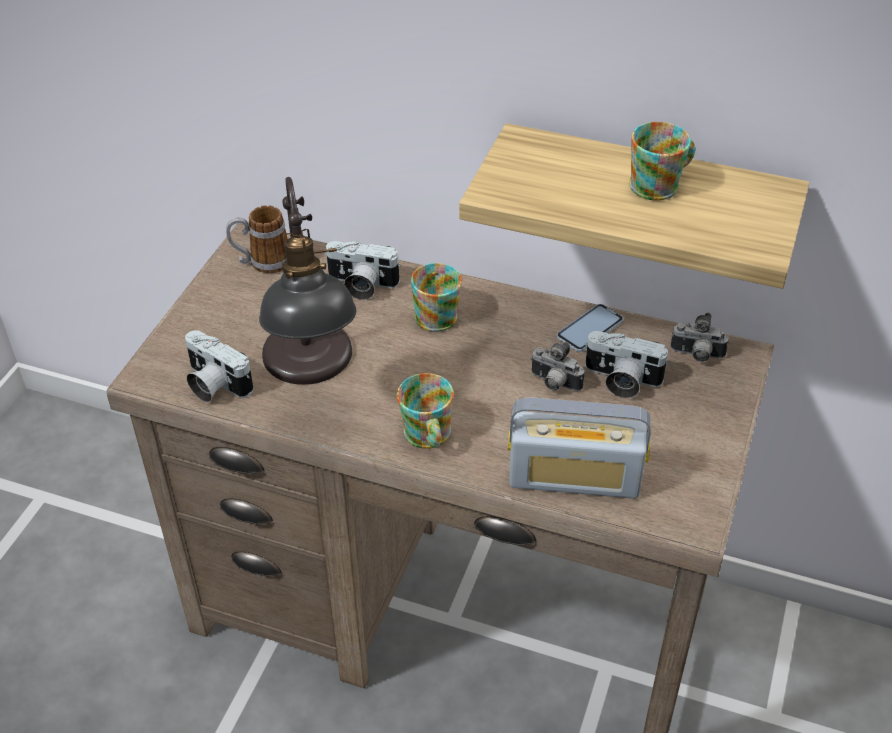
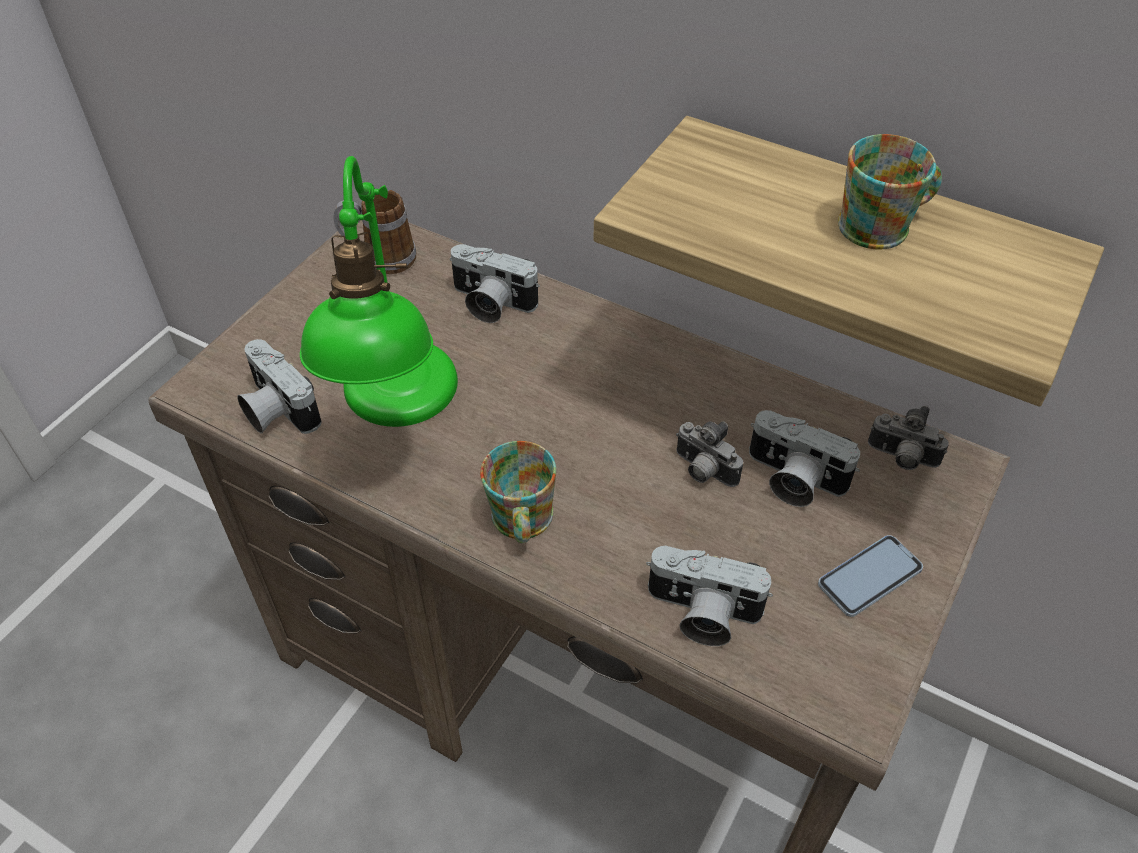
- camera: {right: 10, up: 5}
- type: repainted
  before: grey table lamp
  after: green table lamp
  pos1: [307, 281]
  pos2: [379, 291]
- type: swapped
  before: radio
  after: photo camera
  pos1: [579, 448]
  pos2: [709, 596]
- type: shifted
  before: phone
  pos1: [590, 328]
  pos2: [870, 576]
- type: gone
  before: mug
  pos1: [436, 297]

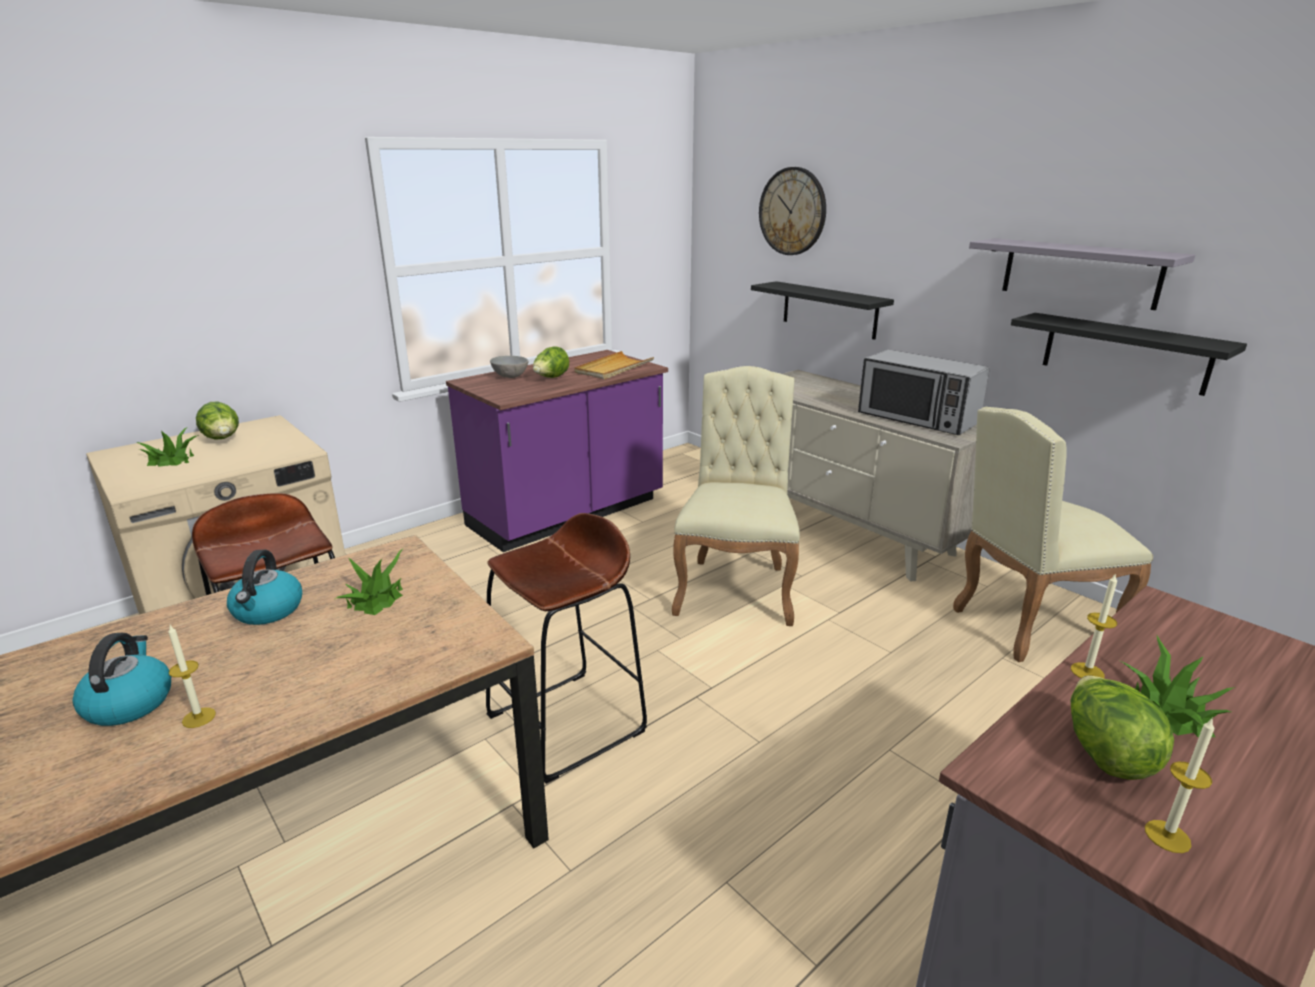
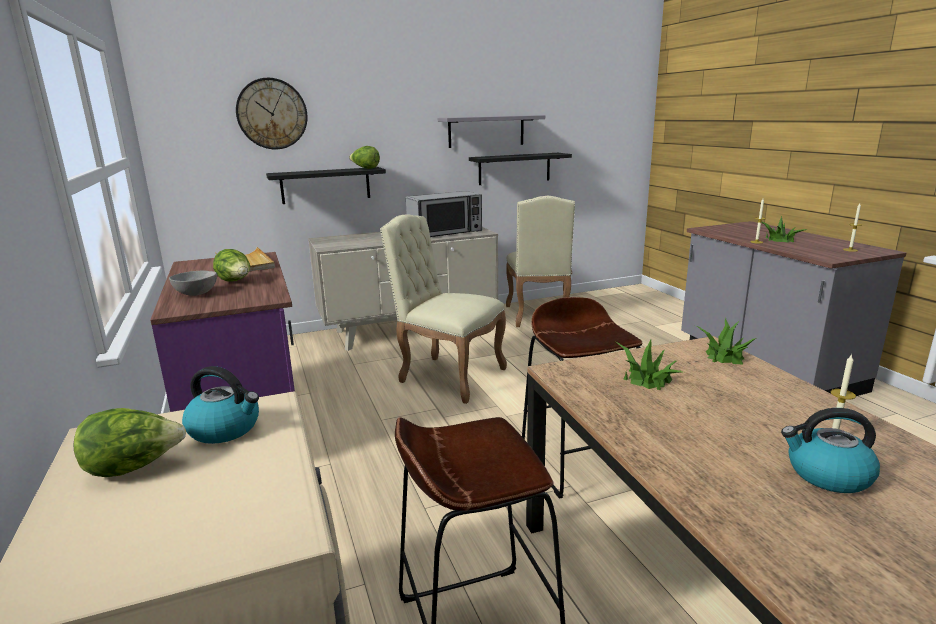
- camera: {right: -70, up: -5}
- type: shifted
  before: kettle
  pos1: [264, 587]
  pos2: [220, 405]
- type: shifted
  before: lettuce
  pos1: [1122, 728]
  pos2: [364, 157]
- type: shifted
  before: potted plant
  pos1: [167, 447]
  pos2: [726, 341]

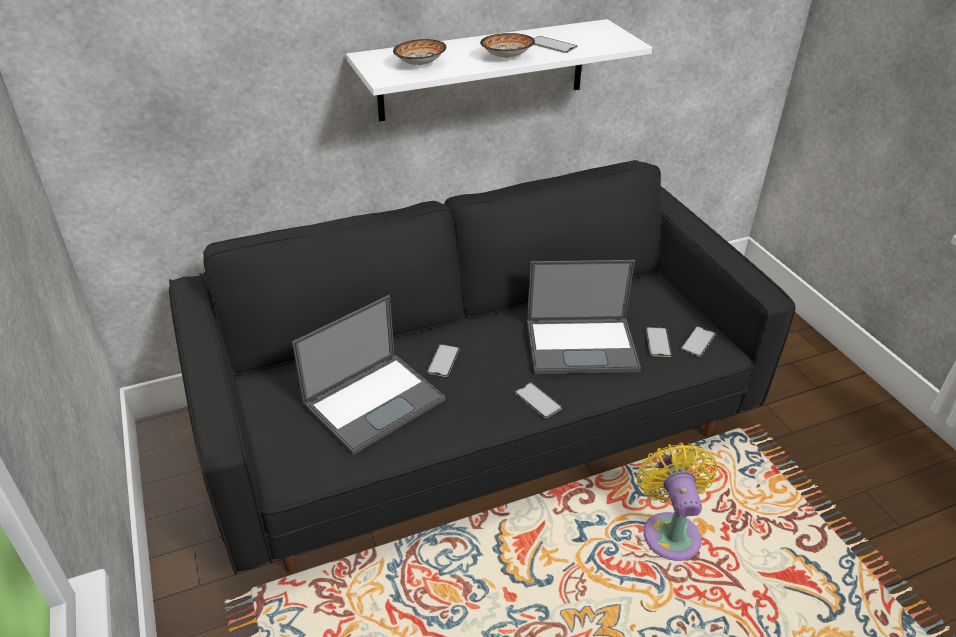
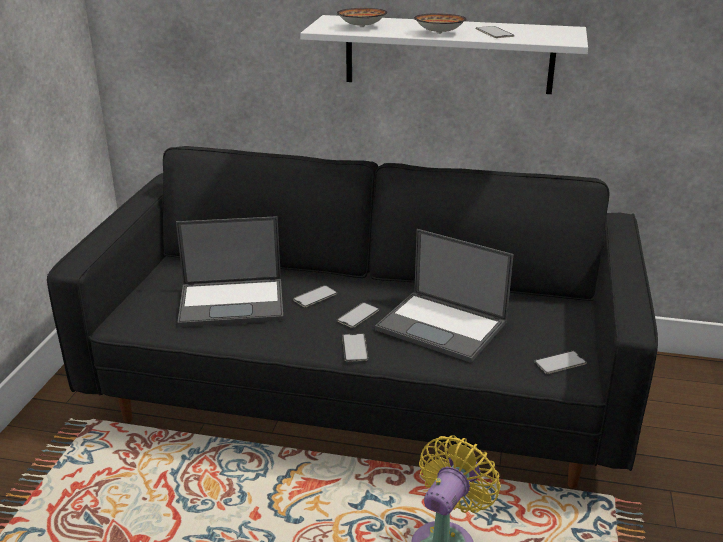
- camera: {right: 35, up: -10}
- type: shifted
  before: phone
  pos1: [659, 342]
  pos2: [358, 315]

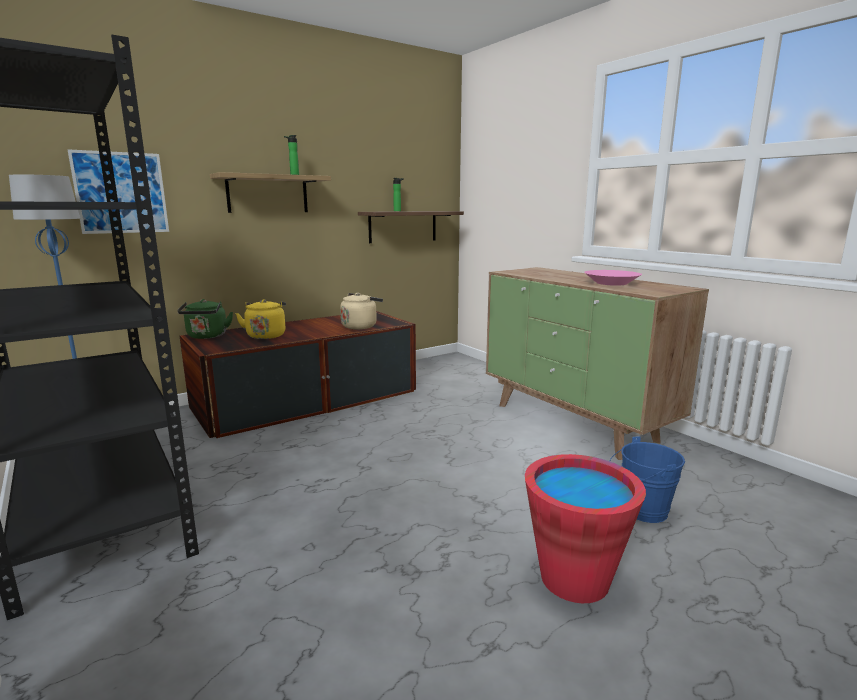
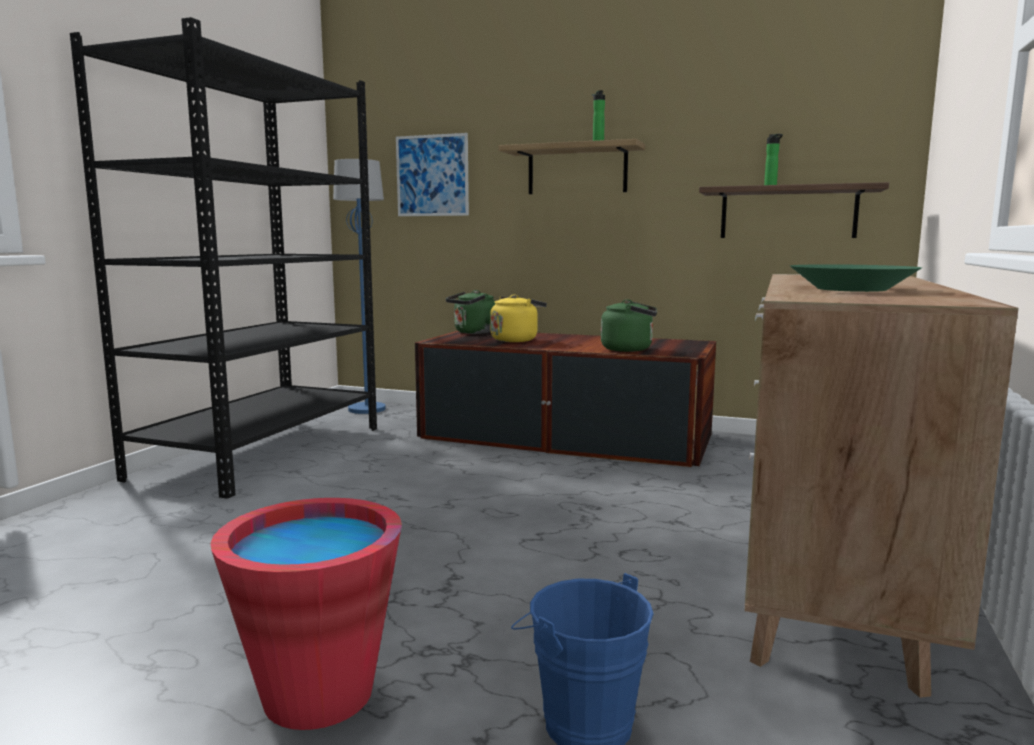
- camera: {right: 55, up: -5}
- type: repainted
  before: beige kettle
  after: green kettle
  pos1: [361, 311]
  pos2: [629, 325]
- type: repainted
  before: pink bowl
  after: green bowl
  pos1: [613, 278]
  pos2: [856, 278]

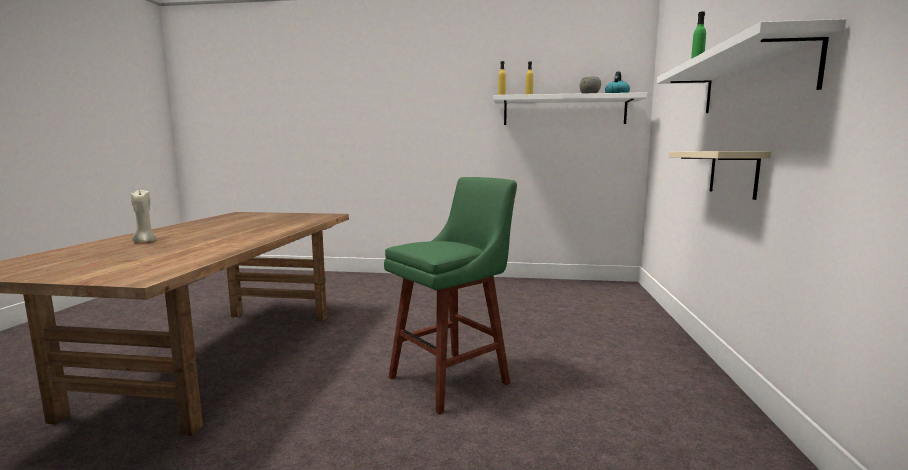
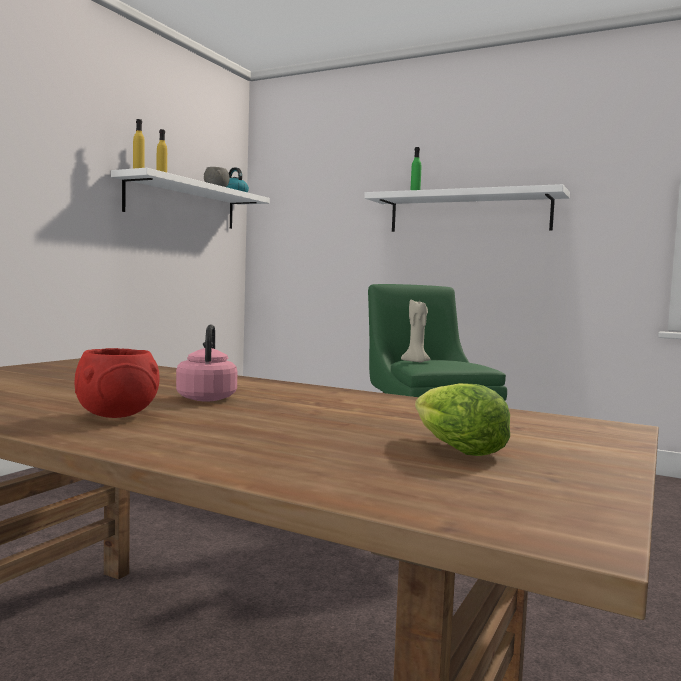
- camera: {right: -70, up: -5}
- type: new
  after: red bowl
  pos2: [117, 383]
- type: new
  after: pink kettle
  pos2: [206, 363]
- type: shifted
  before: beige candle
  pos1: [144, 215]
  pos2: [415, 331]
- type: new
  after: lettuce
  pos2: [462, 419]
- type: gone
  before: beige shelf
  pos1: [720, 175]

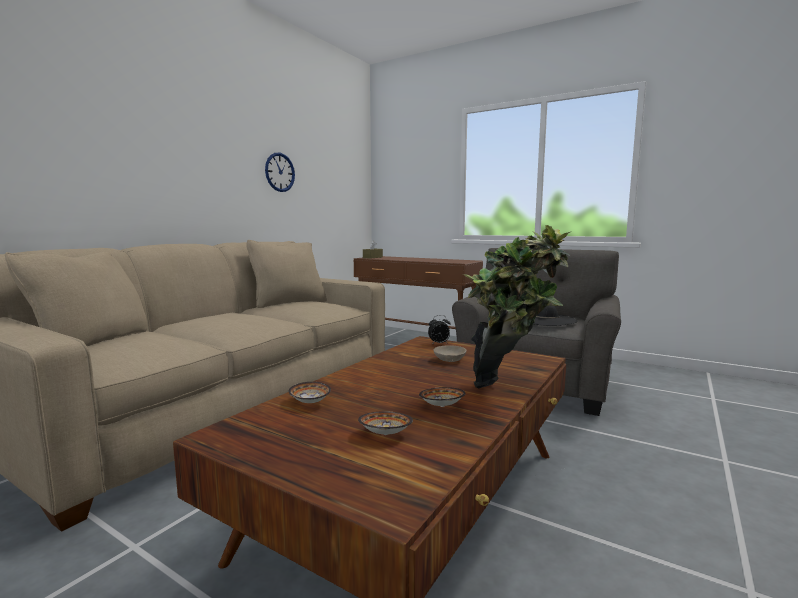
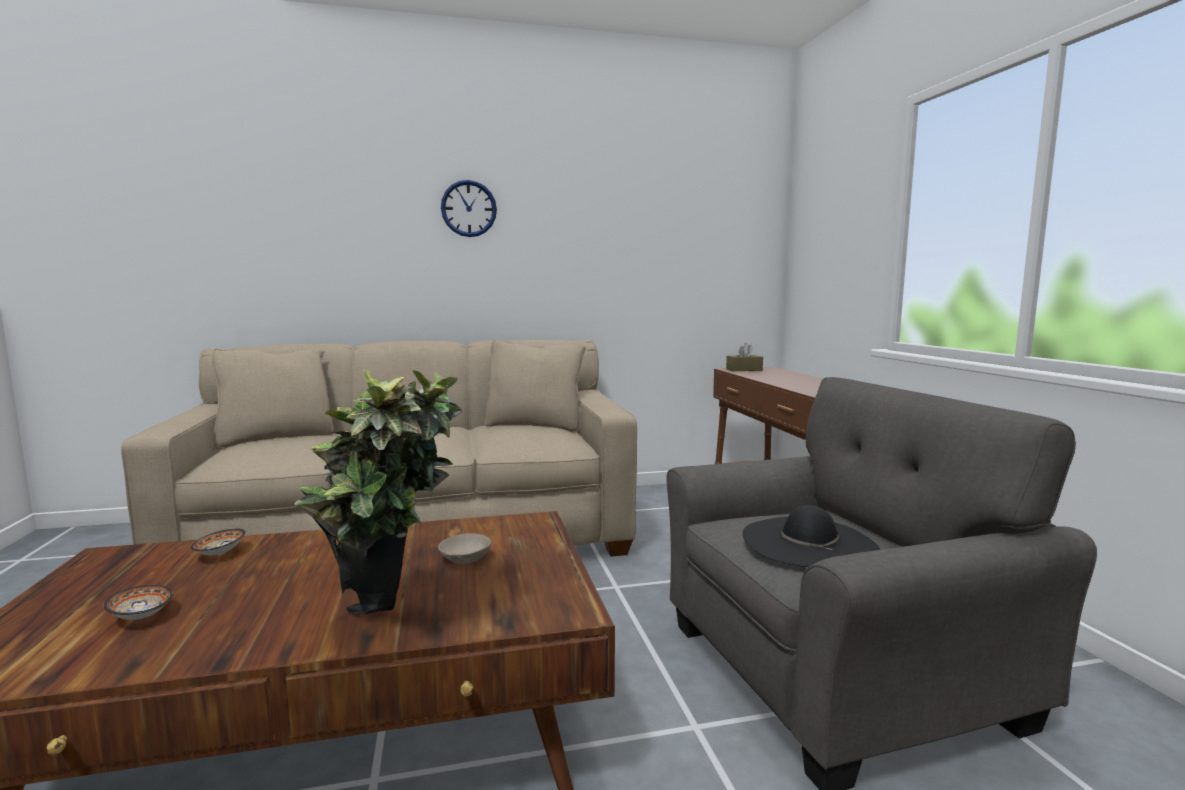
- camera: {right: 45, up: 0}
- type: shifted
  before: wall clock
  pos1: [280, 172]
  pos2: [469, 208]
- type: gone
  before: bowl
  pos1: [442, 397]
- type: gone
  before: alarm clock
  pos1: [439, 329]

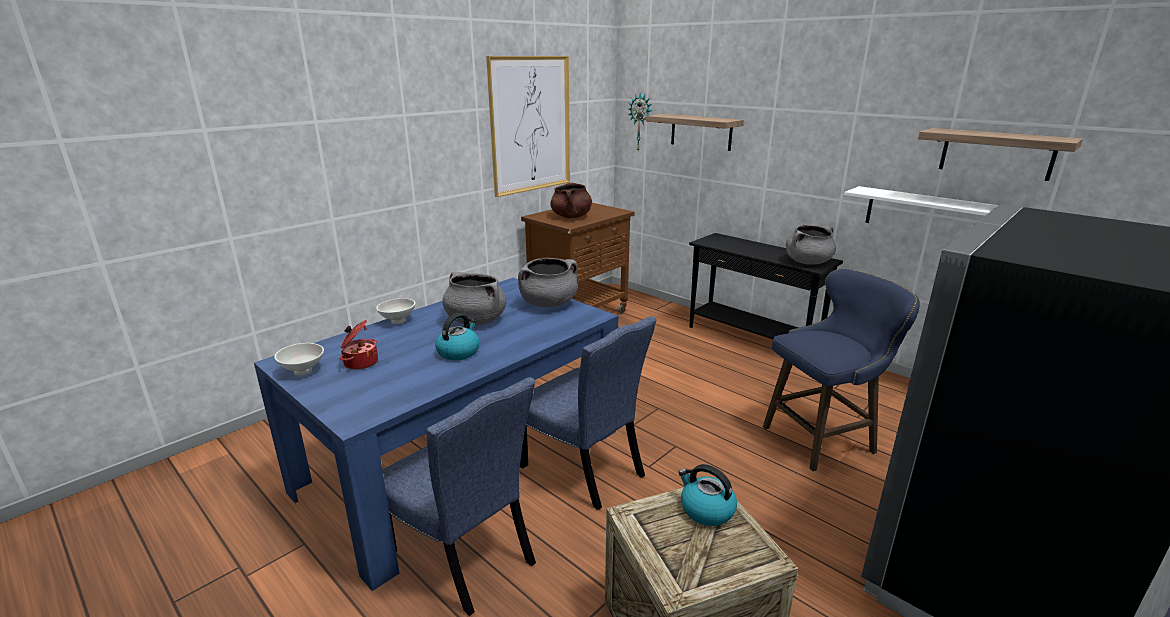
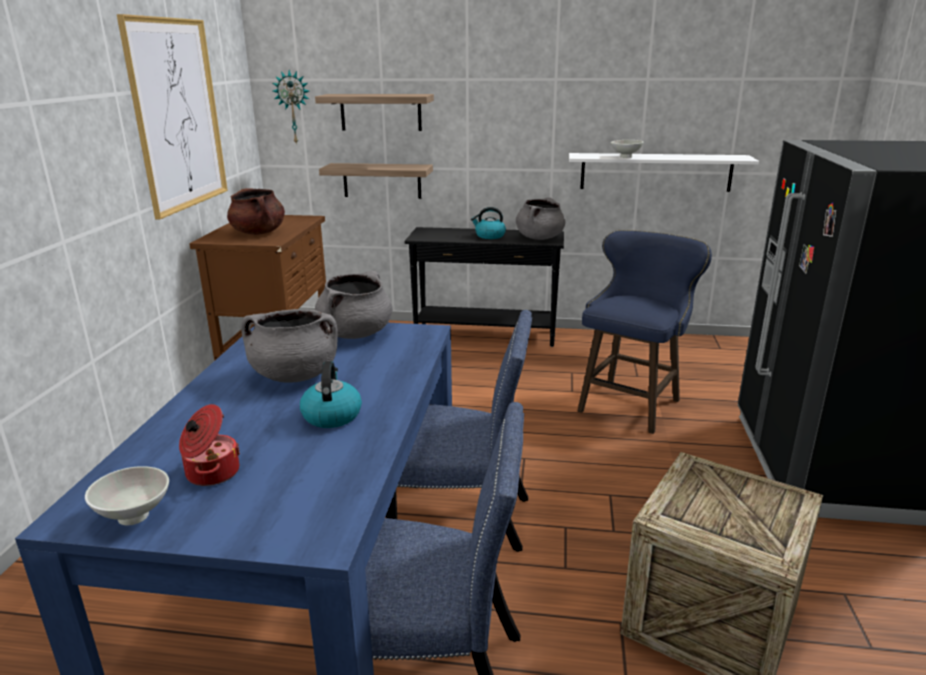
- camera: {right: -35, up: 0}
- type: shifted
  before: shelf
  pos1: [1000, 154]
  pos2: [376, 181]
- type: shifted
  before: kettle
  pos1: [707, 495]
  pos2: [488, 223]
- type: shifted
  before: white bowl
  pos1: [395, 311]
  pos2: [627, 149]

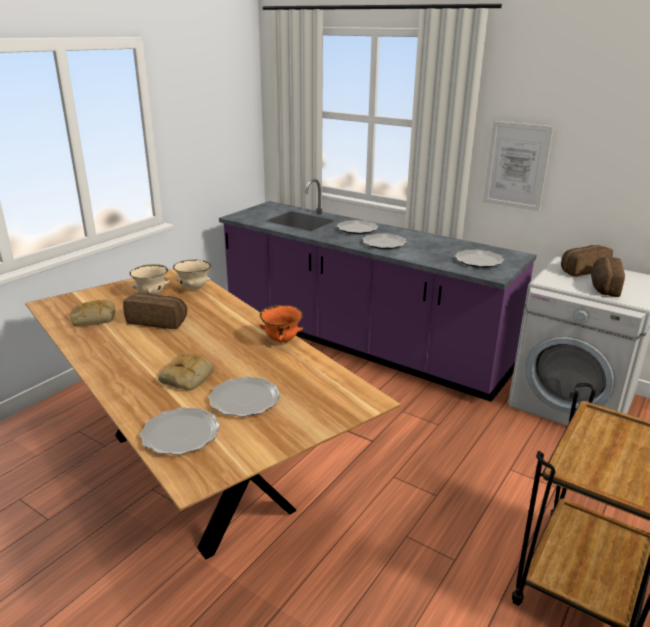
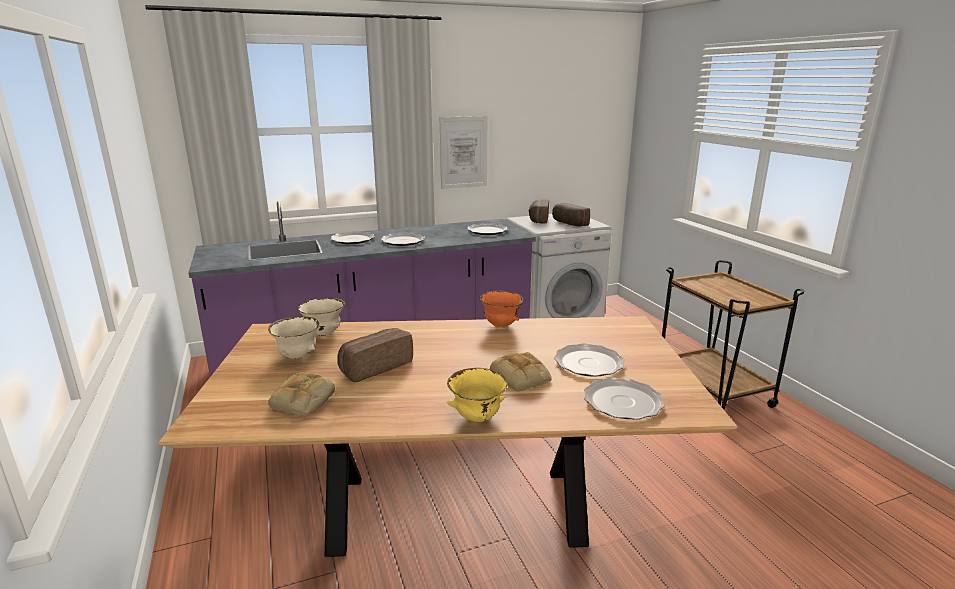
- camera: {right: -55, up: -5}
- type: new
  after: yellow bowl
  pos2: [477, 395]

